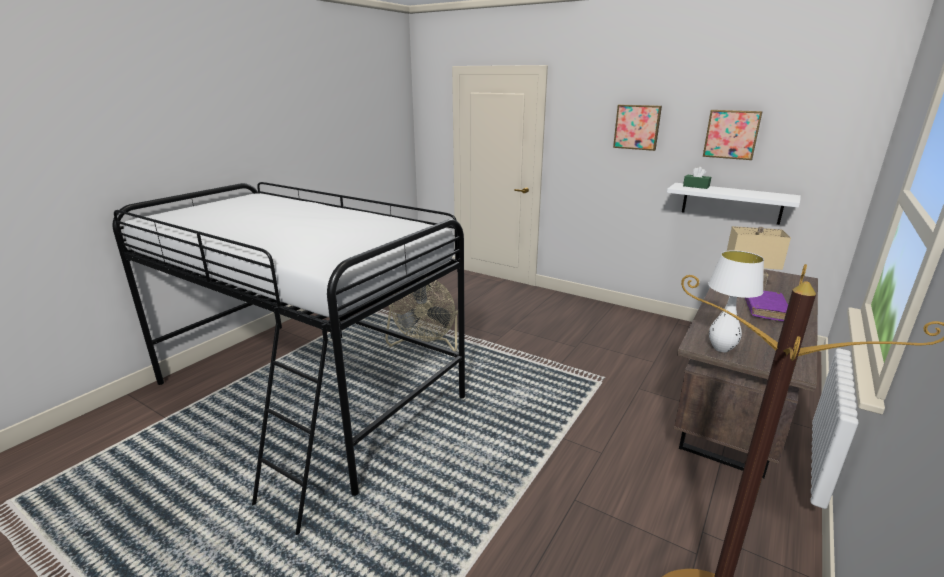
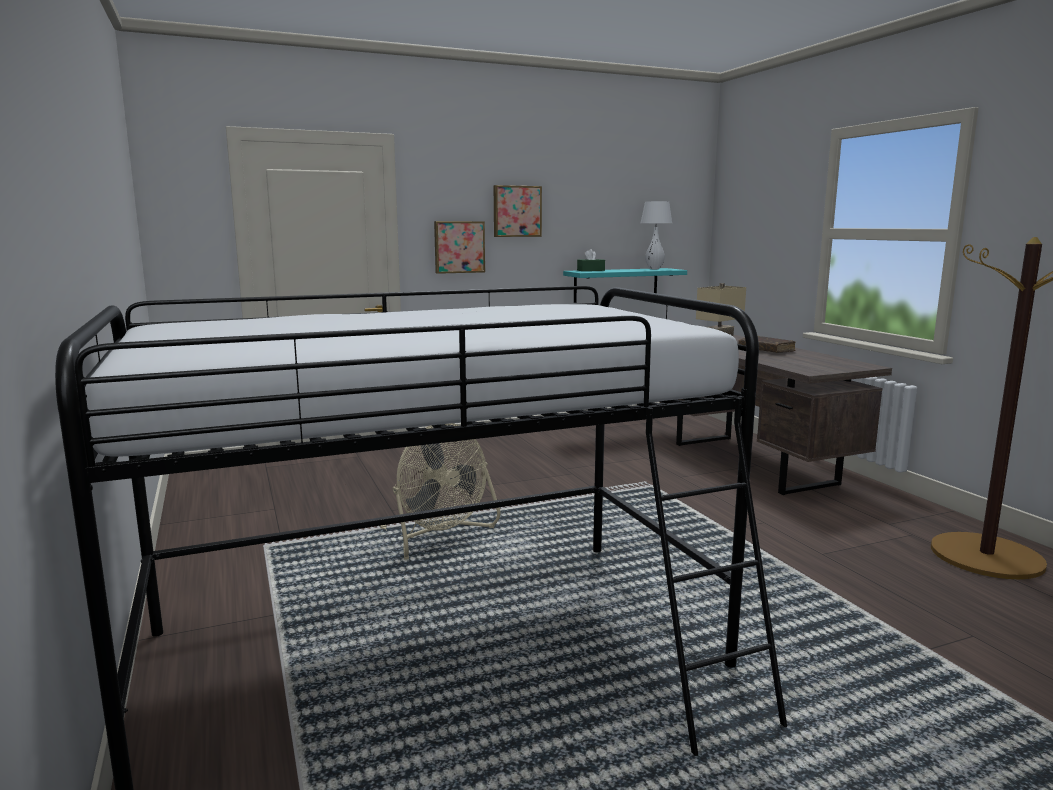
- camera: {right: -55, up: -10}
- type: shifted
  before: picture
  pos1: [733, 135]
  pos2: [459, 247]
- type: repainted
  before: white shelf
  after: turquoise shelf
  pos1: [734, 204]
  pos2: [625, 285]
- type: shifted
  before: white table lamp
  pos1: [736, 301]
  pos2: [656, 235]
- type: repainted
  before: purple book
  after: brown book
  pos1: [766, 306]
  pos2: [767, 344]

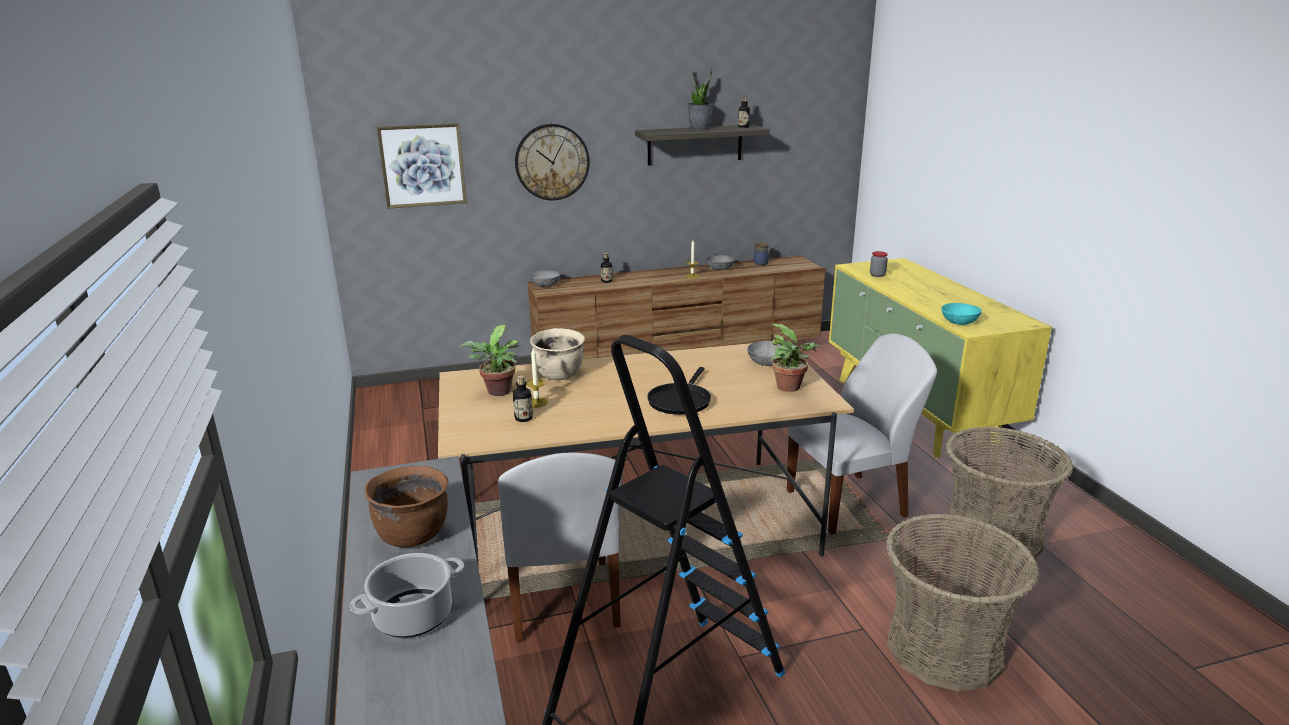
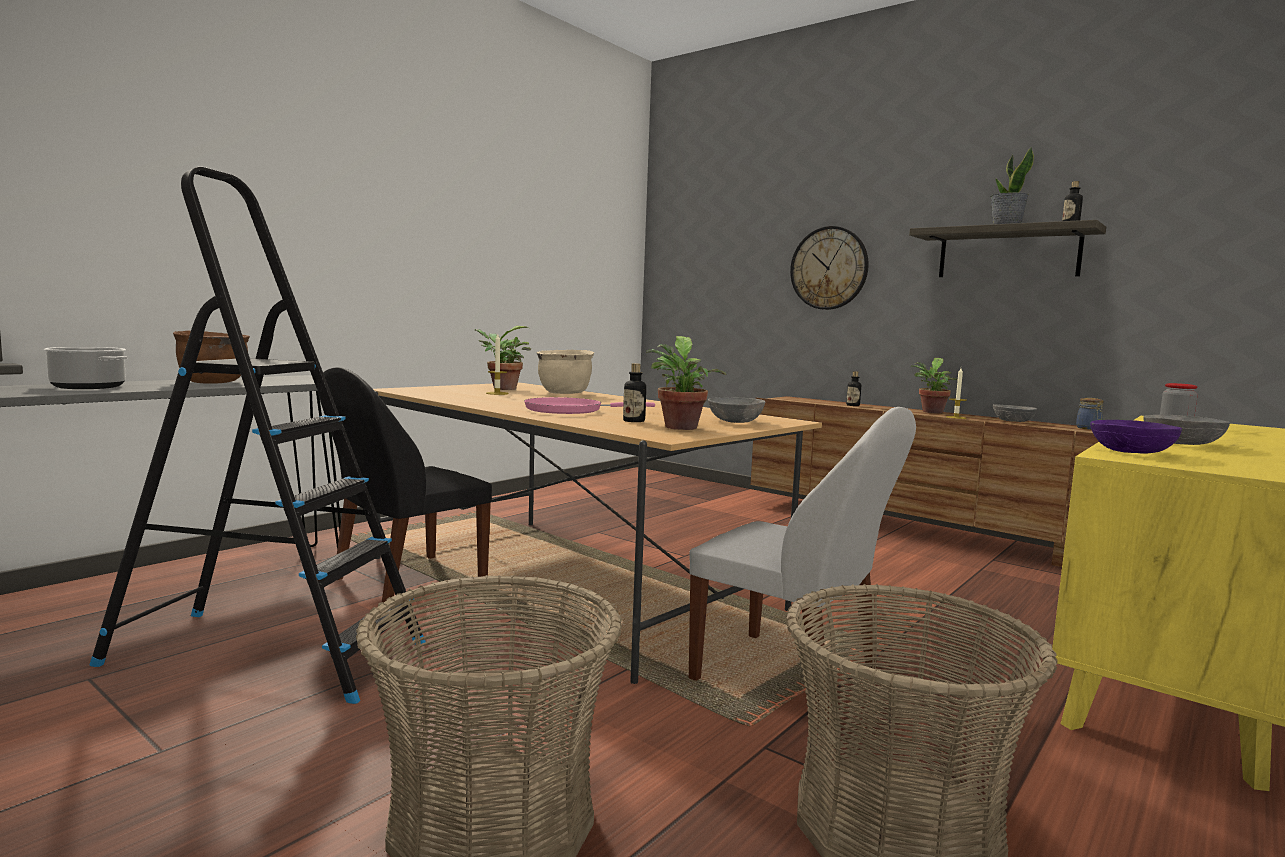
- camera: {right: 55, up: -15}
- type: repainted
  before: white chair
  after: black chair
  pos1: [560, 547]
  pos2: [405, 484]
- type: repainted
  before: black frying pan
  after: pink frying pan
  pos1: [679, 391]
  pos2: [589, 405]
- type: shifted
  before: bottle
  pos1: [523, 398]
  pos2: [634, 392]
- type: new
  after: potted plant
  pos2: [934, 386]
- type: repainted
  before: turquoise bowl
  after: purple bowl
  pos1: [961, 314]
  pos2: [1136, 437]
- type: shifted
  before: grey bowl
  pos1: [545, 278]
  pos2: [1186, 430]
- type: gone
  before: picture
  pos1: [422, 166]

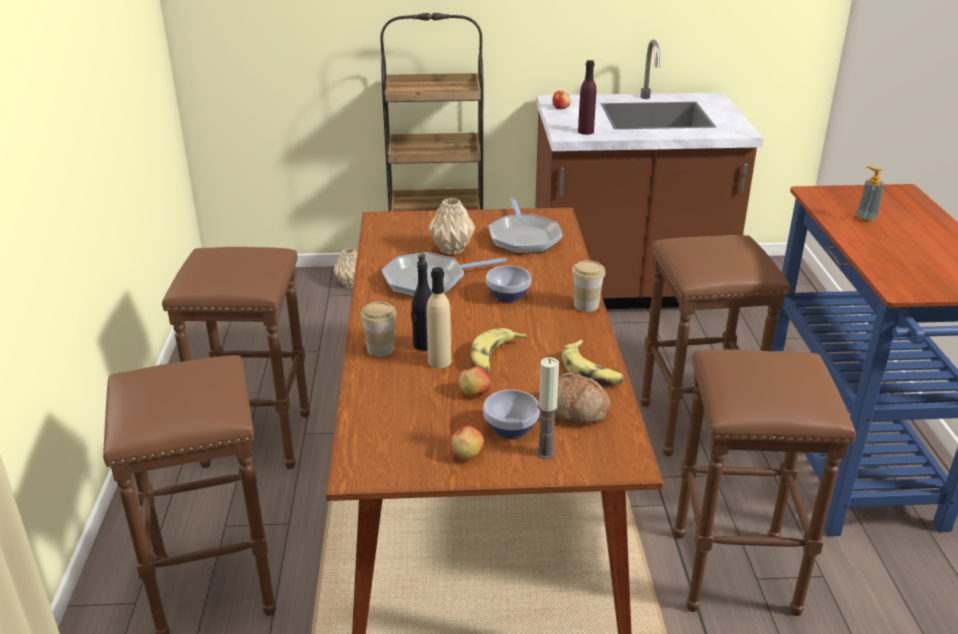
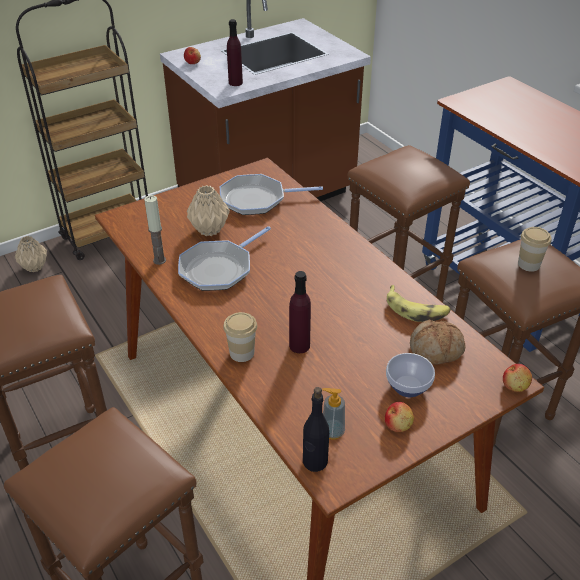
- camera: {right: -30, up: 10}
- type: shifted
  before: candle
  pos1: [547, 408]
  pos2: [155, 230]
- type: rotated
  before: frying pan
  pos1: [525, 226]
  pos2: [271, 194]
  turn: 120
- type: repainted
  before: beige bottle
  after: purple bottle
  pos1: [439, 317]
  pos2: [300, 312]
- type: shifted
  before: black bottle
  pos1: [421, 302]
  pos2: [316, 429]
- type: shifted
  before: soap dispenser
  pos1: [870, 194]
  pos2: [333, 414]
- type: shifted
  before: apple
  pos1: [475, 381]
  pos2: [517, 378]
- type: shifted
  before: cup
  pos1: [589, 286]
  pos2: [534, 249]
- type: gone
  before: banana
  pos1: [499, 350]
- type: gone
  before: bowl
  pos1: [508, 284]

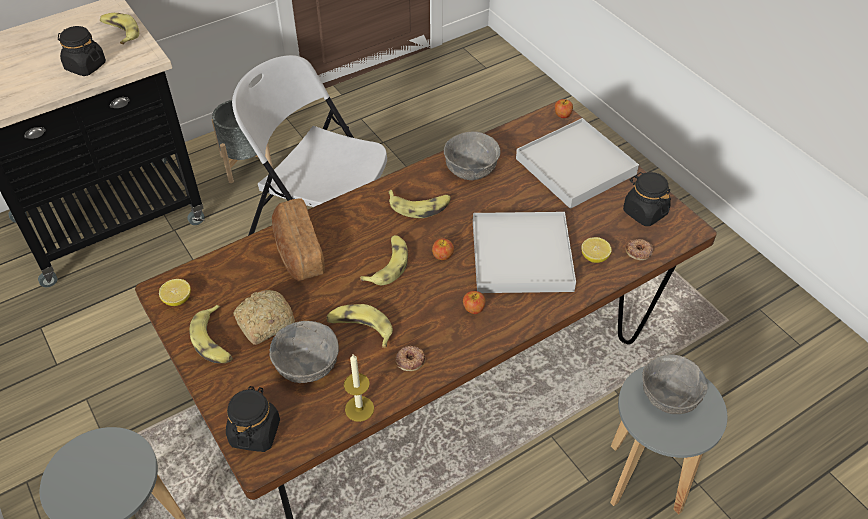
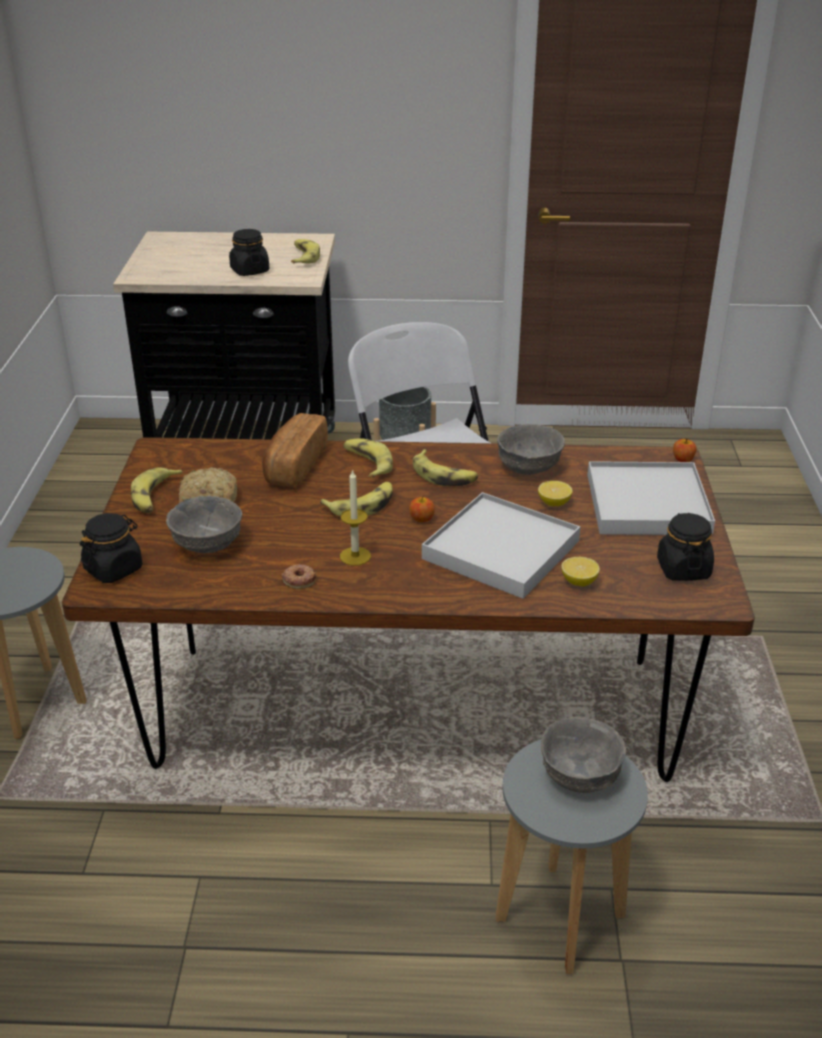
- camera: {right: 35, up: -15}
- type: shifted
  before: candle
  pos1: [359, 388]
  pos2: [355, 517]
- type: shifted
  before: banana
  pos1: [359, 326]
  pos2: [368, 458]
- type: shifted
  before: lemon
  pos1: [175, 292]
  pos2: [555, 493]
- type: gone
  before: apple
  pos1: [474, 302]
- type: gone
  before: donut
  pos1: [640, 249]

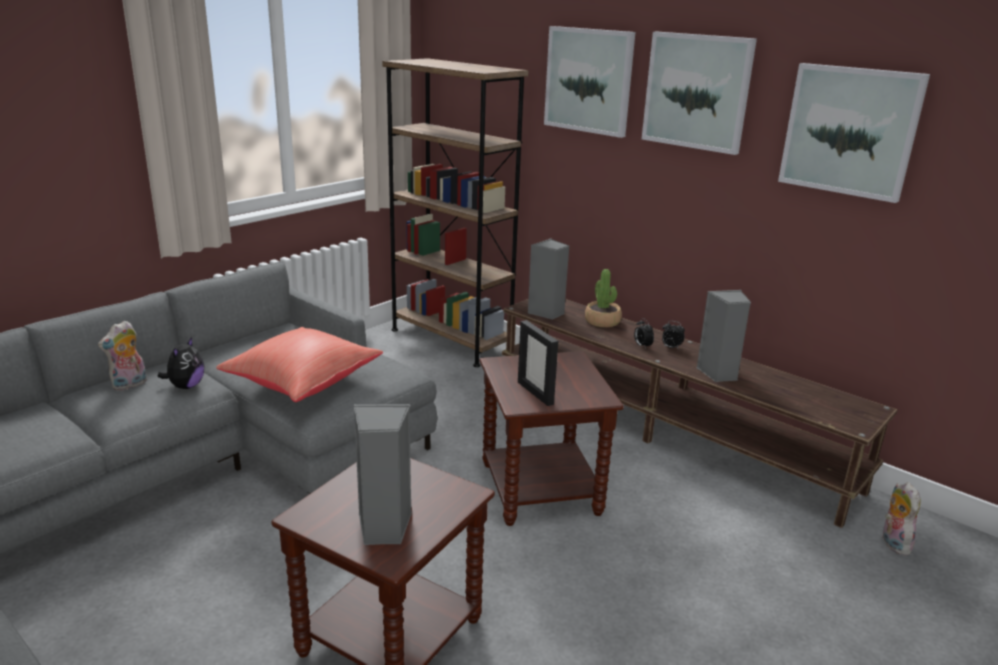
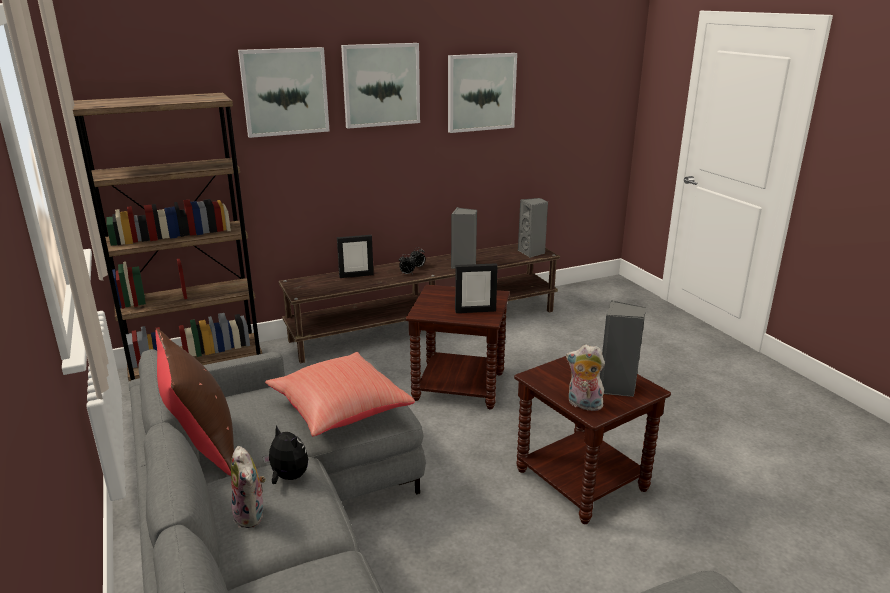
- camera: {right: -65, up: 0}
- type: new
  after: brown pillow
  pos2: [195, 402]
- type: swapped
  before: potted plant
  after: picture frame
  pos1: [603, 298]
  pos2: [355, 256]
- type: shifted
  before: grey speaker
  pos1: [548, 279]
  pos2: [533, 228]
- type: shifted
  before: plush toy
  pos1: [901, 518]
  pos2: [585, 378]

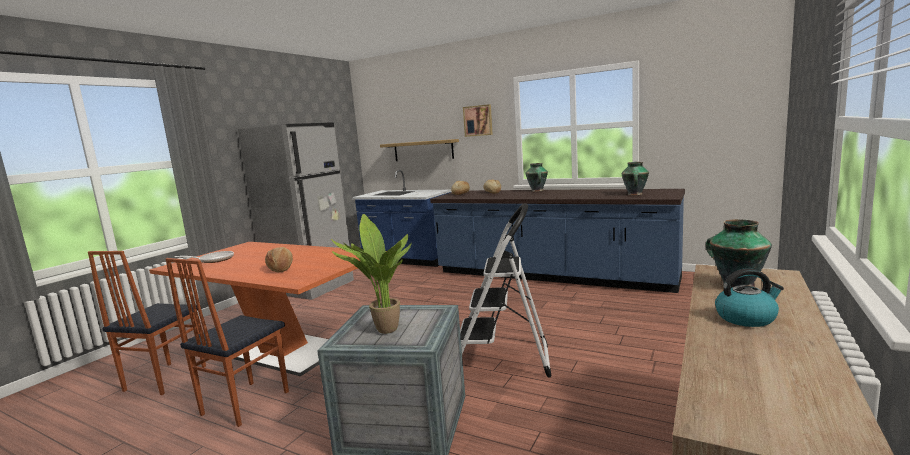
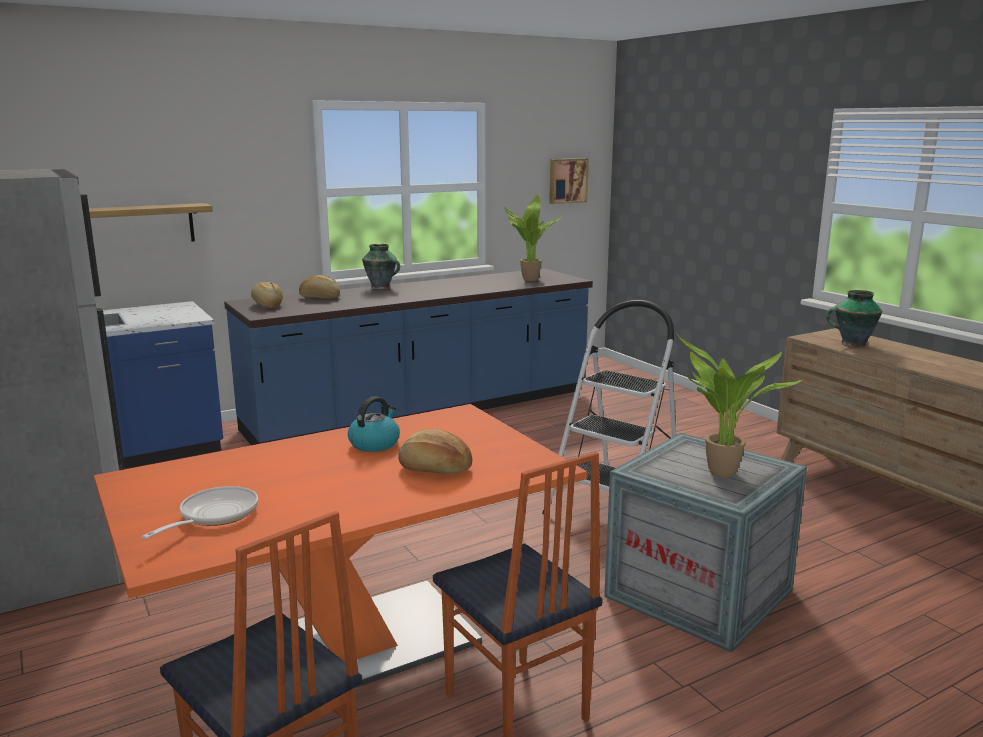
- camera: {right: -60, up: 5}
- type: shifted
  before: kettle
  pos1: [749, 298]
  pos2: [374, 424]
- type: swapped
  before: vase
  after: potted plant
  pos1: [635, 178]
  pos2: [533, 238]
- type: shifted
  before: picture
  pos1: [478, 120]
  pos2: [569, 181]

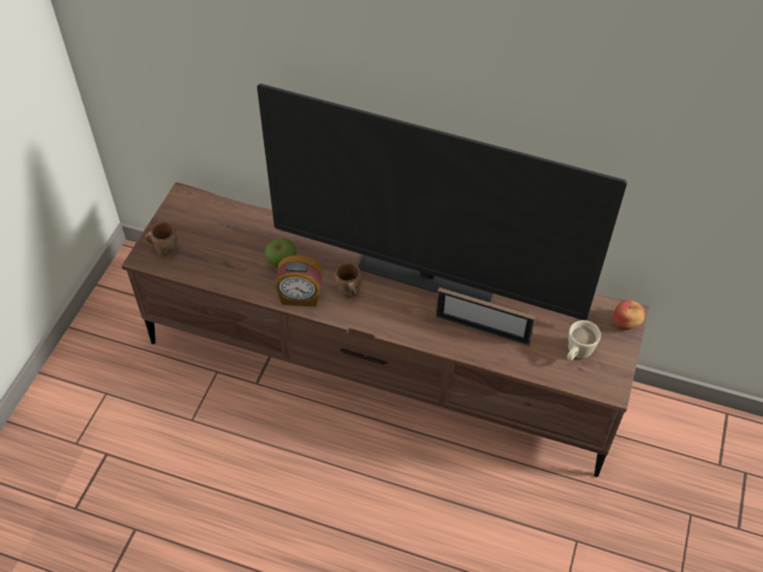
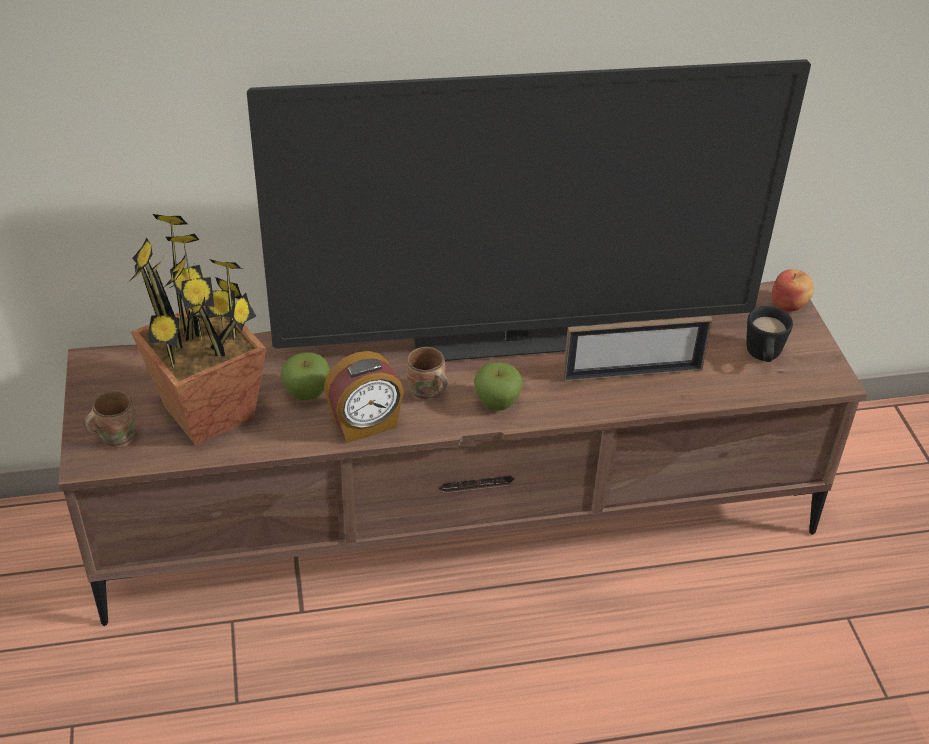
- camera: {right: -30, up: -10}
- type: new
  after: potted plant
  pos2: [197, 330]
- type: new
  after: apple
  pos2: [498, 386]
- type: repainted
  before: beige mug
  after: black mug
  pos1: [584, 340]
  pos2: [769, 334]

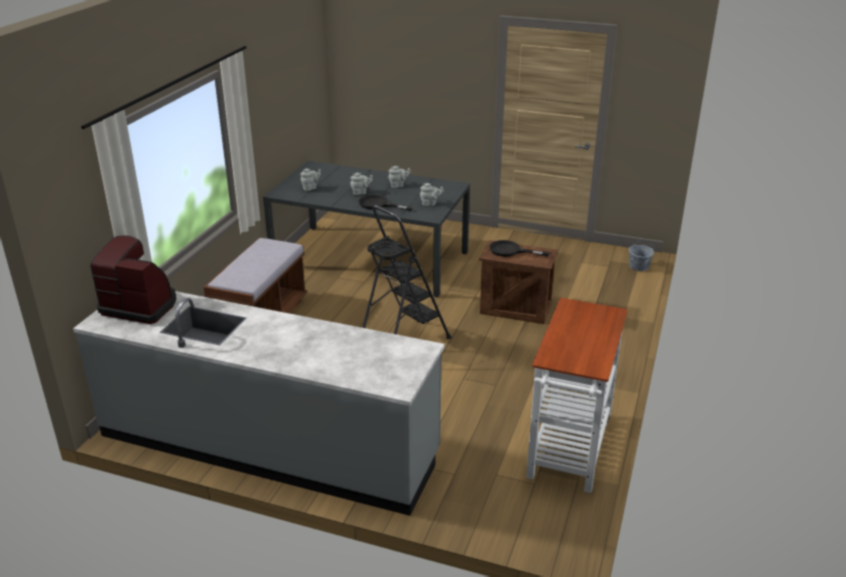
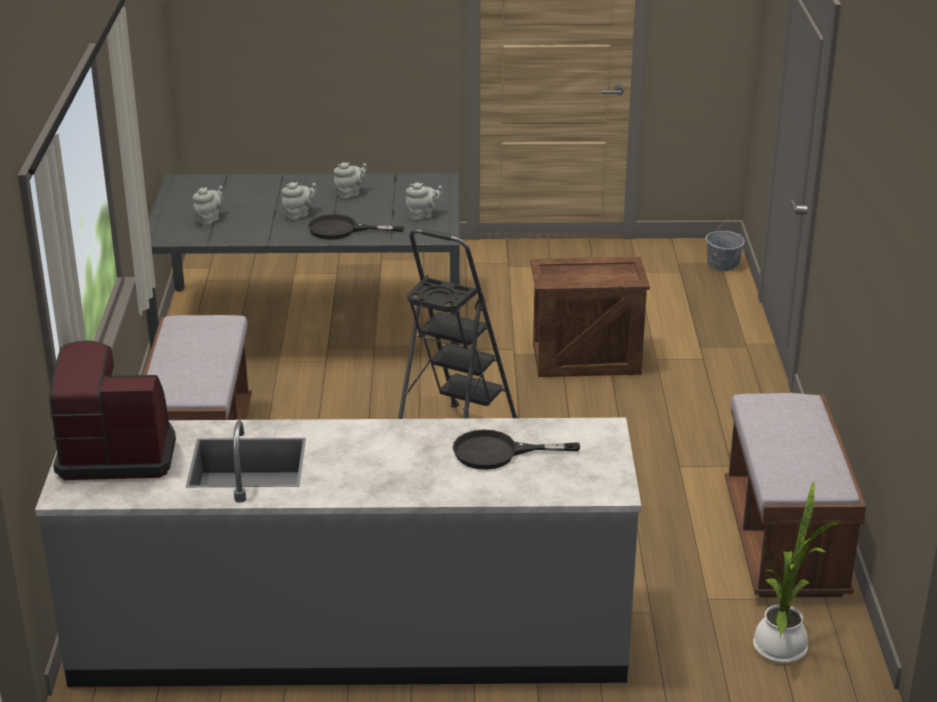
- camera: {right: -20, up: 0}
- type: shifted
  before: black frying pan
  pos1: [519, 248]
  pos2: [516, 449]
- type: swapped
  before: white cart
  after: brown bench
  pos1: [577, 395]
  pos2: [795, 495]
- type: new
  after: potted plant
  pos2: [797, 572]

